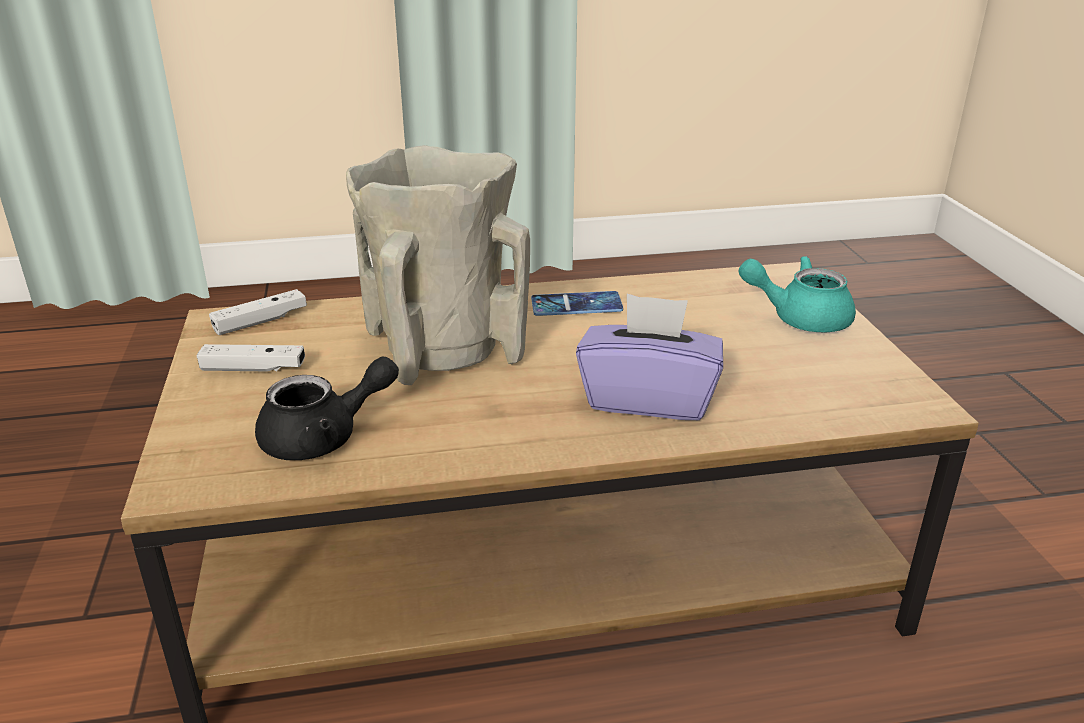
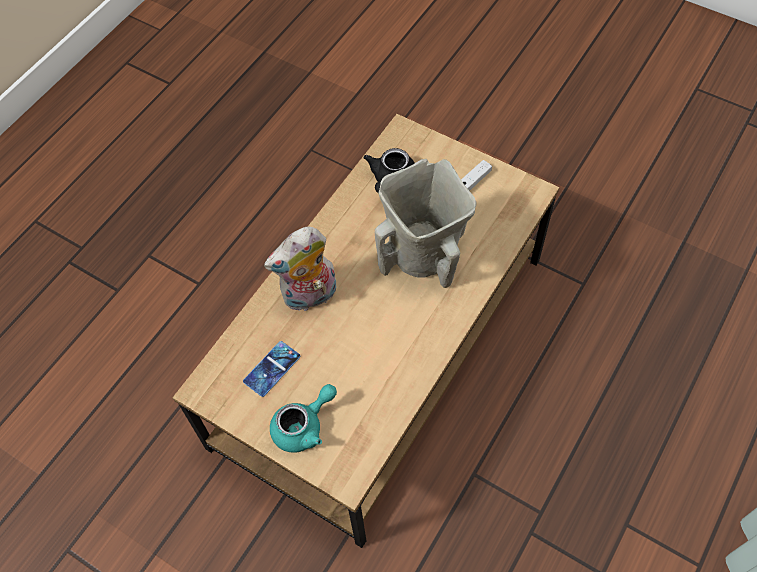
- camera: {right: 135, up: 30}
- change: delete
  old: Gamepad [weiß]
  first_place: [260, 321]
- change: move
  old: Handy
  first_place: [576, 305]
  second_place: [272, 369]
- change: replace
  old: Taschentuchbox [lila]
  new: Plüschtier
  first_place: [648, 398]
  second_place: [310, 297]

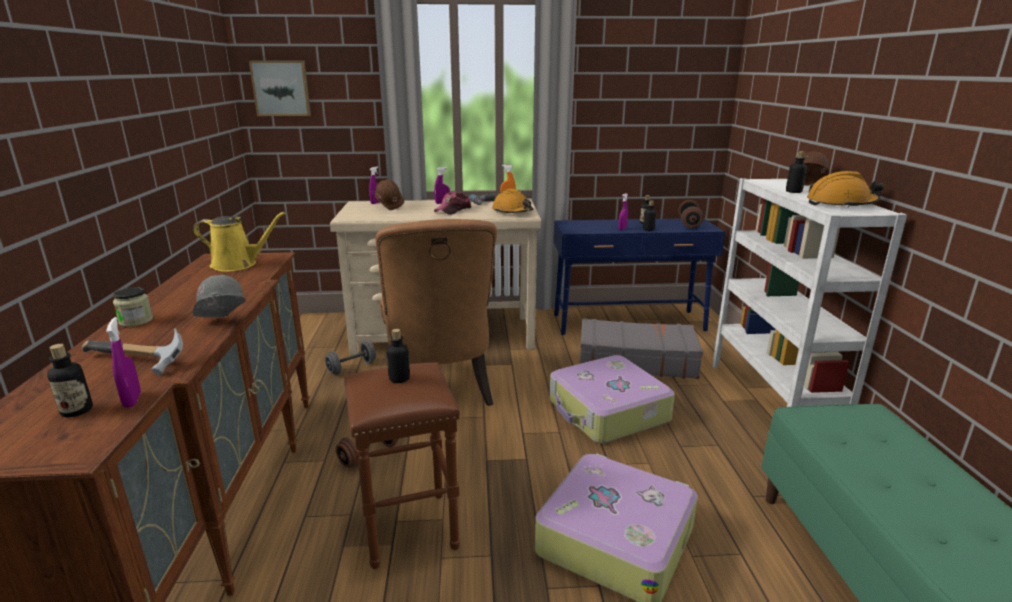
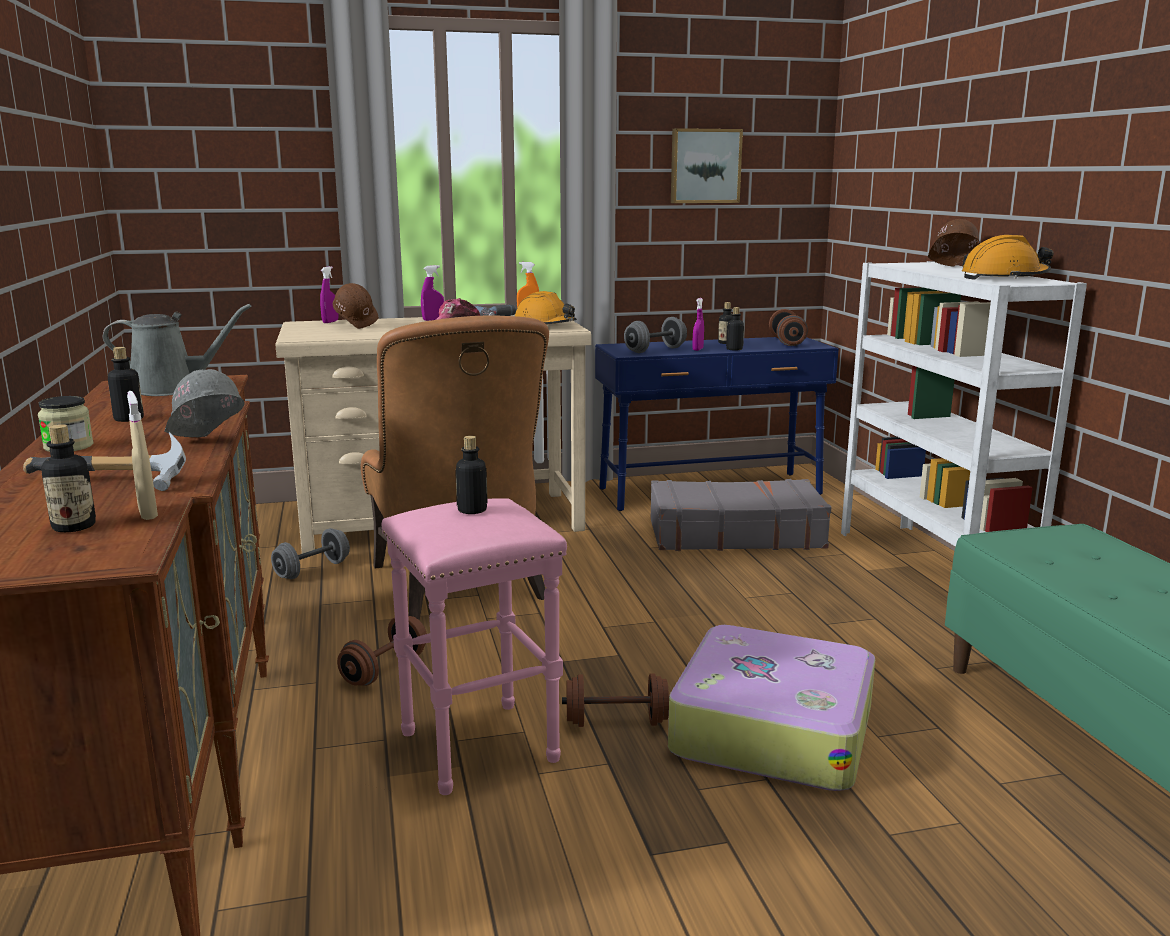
- camera: {right: -10, up: -5}
- change: delete
  old: Koffer
  first_place: [607, 412]
- change: insert
  new: Hantel [braun]
  second_place: [616, 722]
- change: insert
  new: Hantel [grau]
  second_place: [655, 350]
- change: move
  old: Bild
  first_place: [281, 88]
  second_place: [705, 166]
- change: move
  old: Flasche
  first_place: [793, 191]
  second_place: [129, 419]
- change: recolor
  old: Sprühflasche [lila]
  new: Sprühflasche [beige]
  first_place: [132, 400]
  second_place: [148, 513]
- change: recolor
  old: Gießkanne [gelb]
  new: Gießkanne [grau]
  first_place: [238, 265]
  second_place: [172, 389]
- change: recolor
  old: Hocker [braun]
  new: Hocker [rosa]
  first_place: [411, 526]
  second_place: [480, 743]

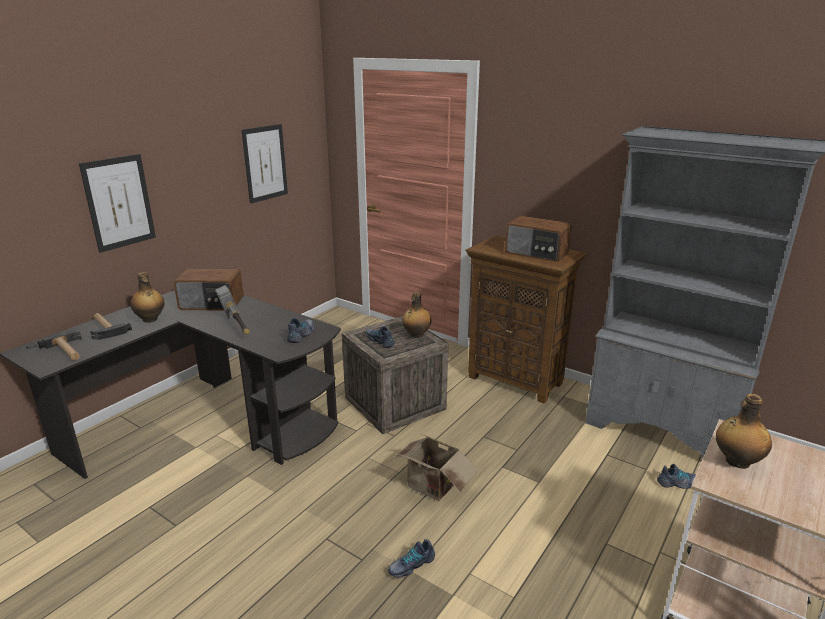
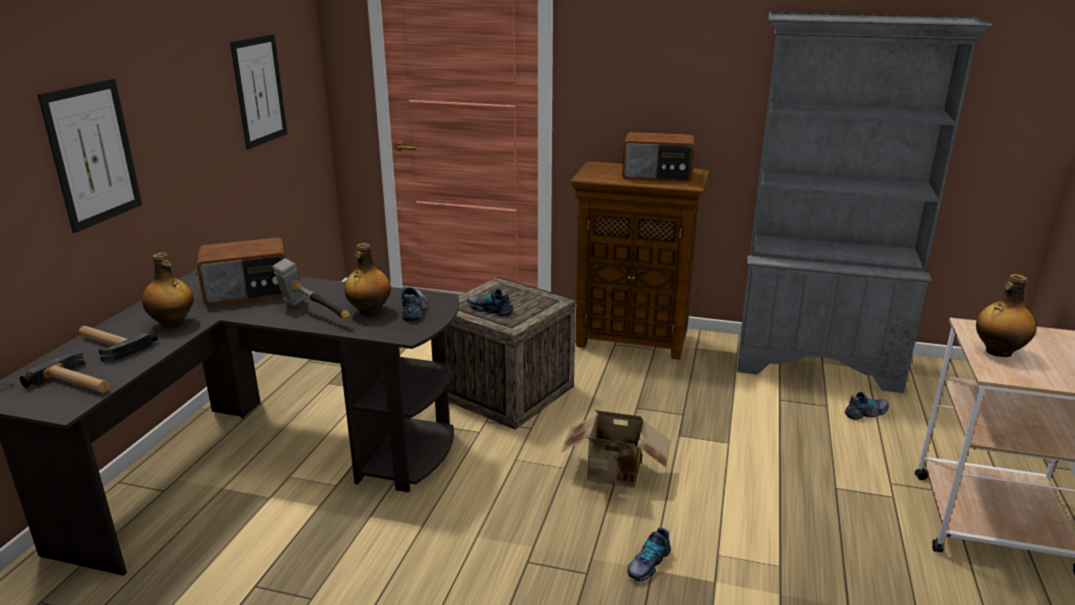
- camera: {right: -20, up: 0}
- change: move
  old: Flasche
  first_place: [416, 335]
  second_place: [369, 312]

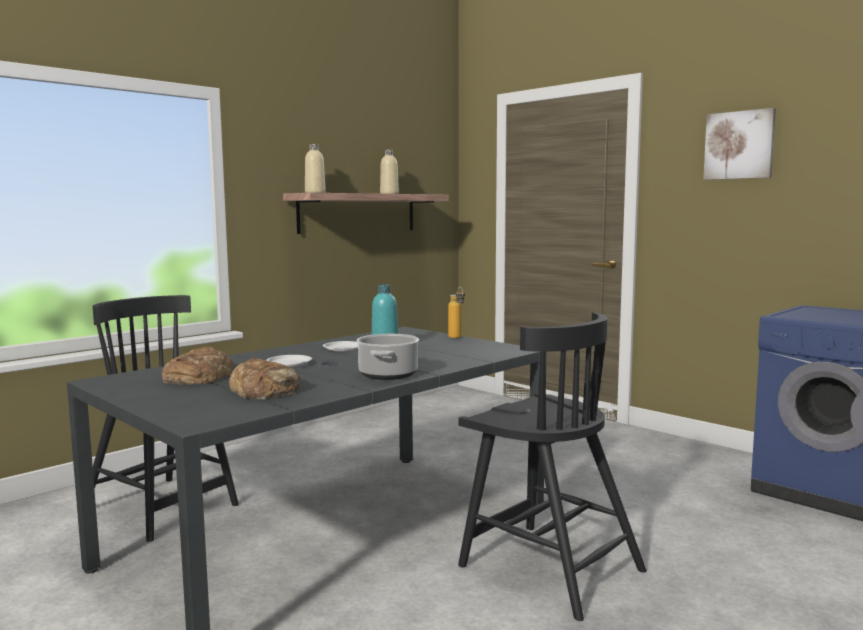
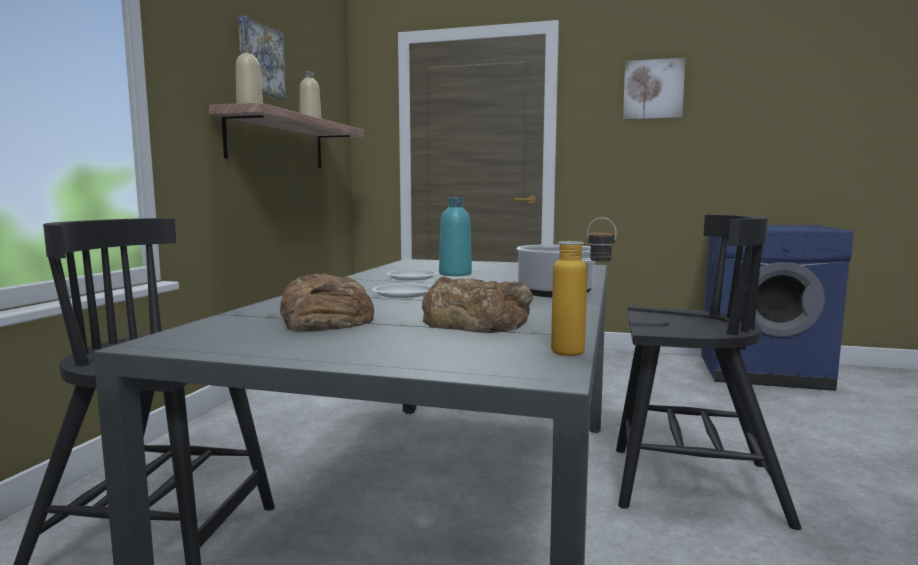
- camera: {right: -30, up: 0}
- change: insert
  new: Bild
  second_place: [260, 60]
- change: move
  old: Flasche
  first_place: [457, 338]
  second_place: [581, 354]

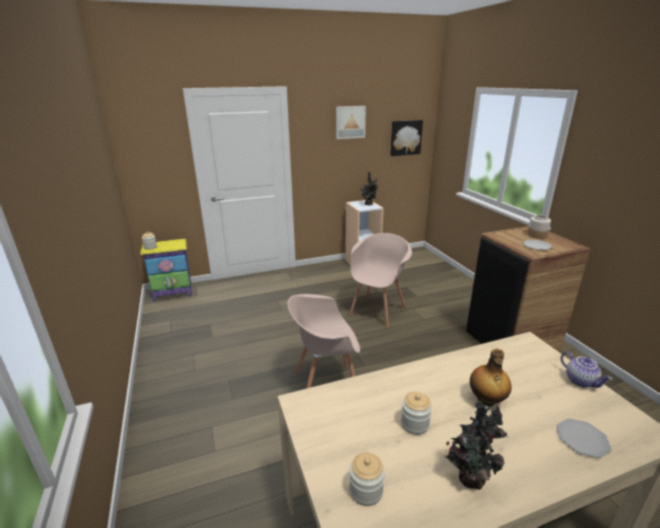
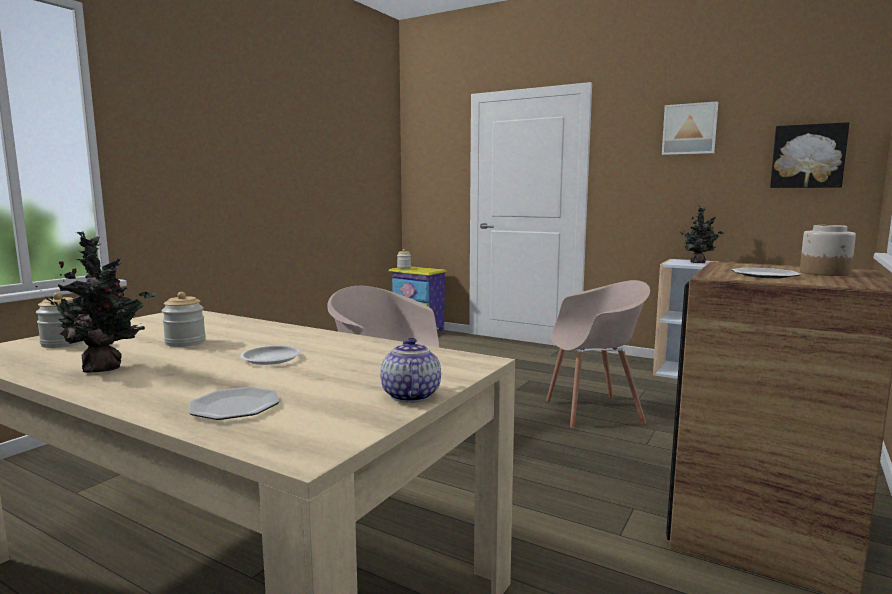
- camera: {right: 50, up: -15}
- change: replace
  old: Flasche
  new: Teller [weiß]
  first_place: [486, 400]
  second_place: [271, 359]
- change: rotate
  old: Teekanne
  first_place: [581, 381]
  second_place: [409, 395]
  degrees: 150

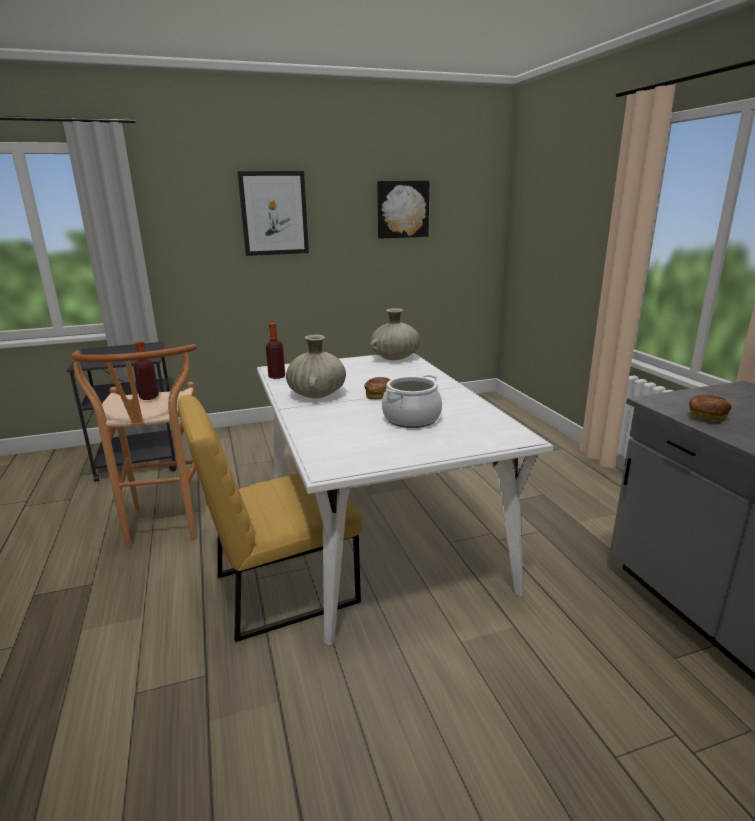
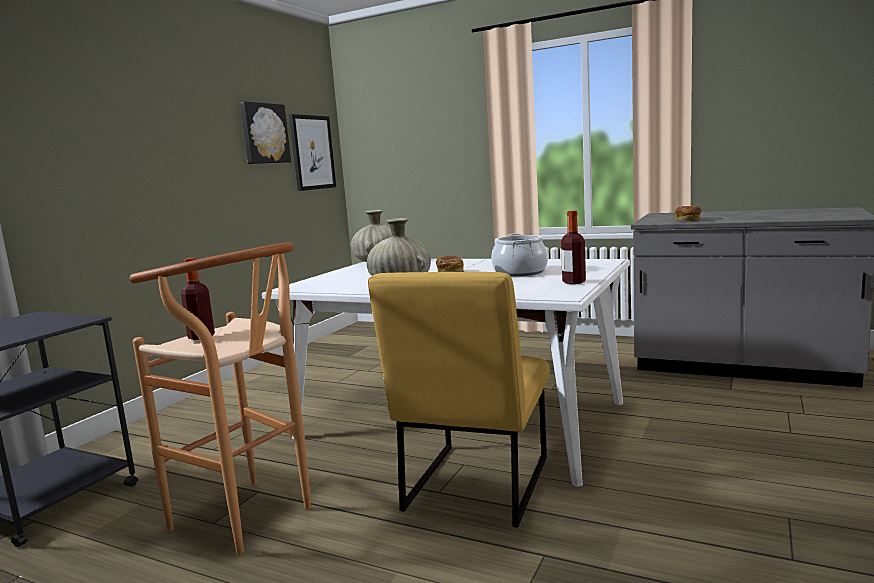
- camera: {right: -45, up: -10}
- change: move
  old: Bild
  first_place: [274, 213]
  second_place: [312, 152]
- change: move
  old: Flasche
  first_place: [277, 376]
  second_place: [574, 282]

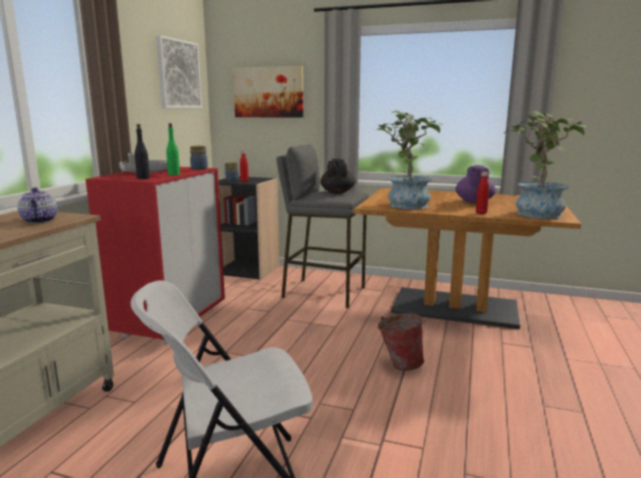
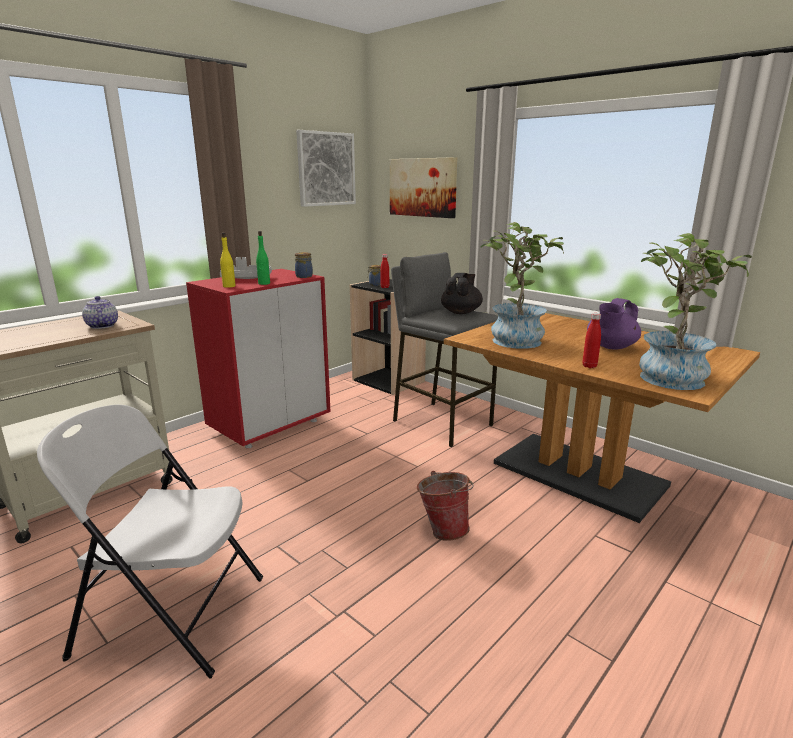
- camera: {right: 25, up: 5}
- change: recolor
  old: Flasche [schwarz]
  new: Flasche [gelb]
  first_place: [143, 178]
  second_place: [229, 286]
- change: rotate
  old: Teekanne
  first_place: [40, 221]
  second_place: [102, 326]
  degrees: 150

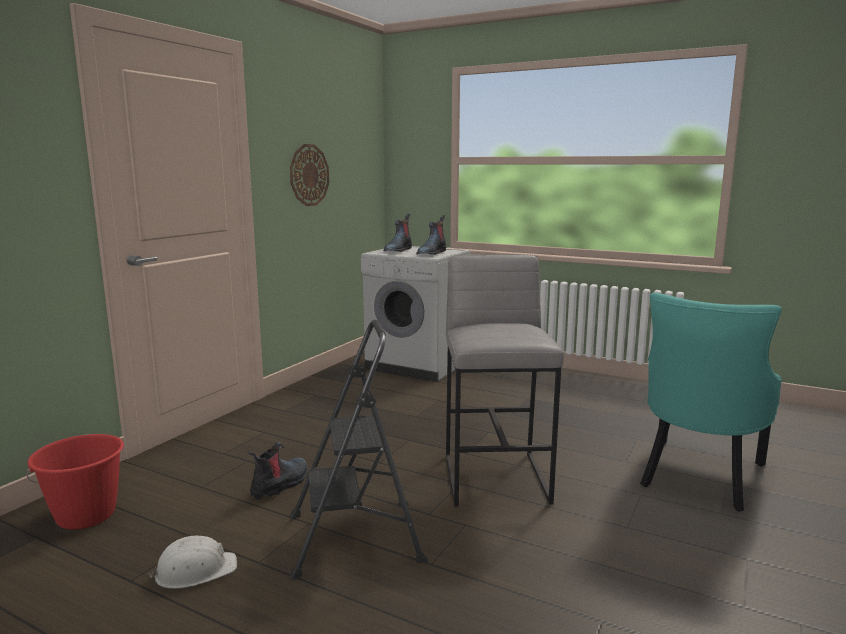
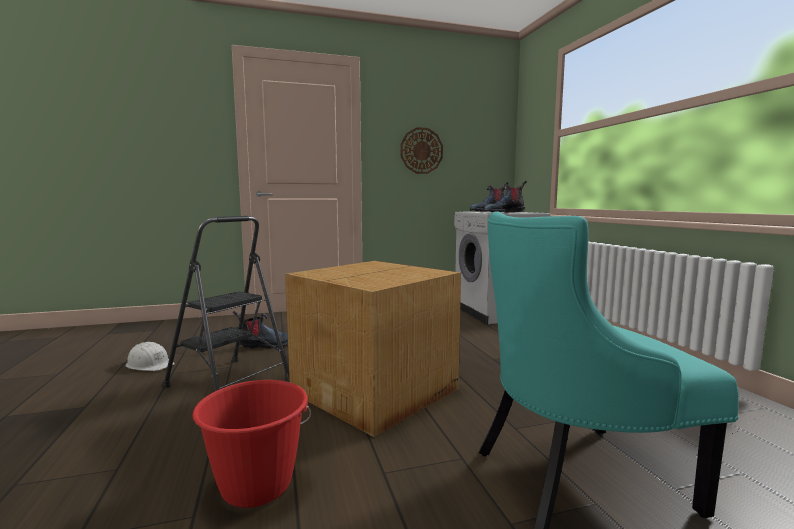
- camera: {right: 45, up: -5}
- change: move
  old: Eimer [rot]
  first_place: [86, 516]
  second_place: [256, 486]
- change: replace
  old: Hocker [grau]
  new: Karton
  first_place: [495, 477]
  second_place: [377, 390]

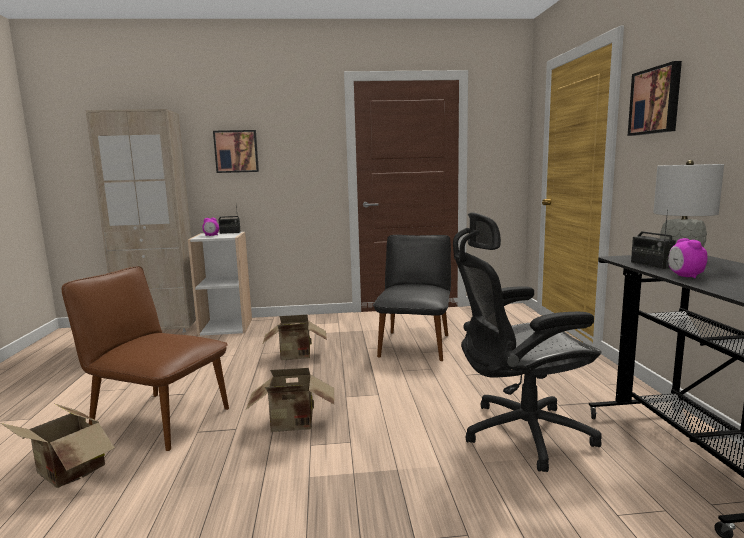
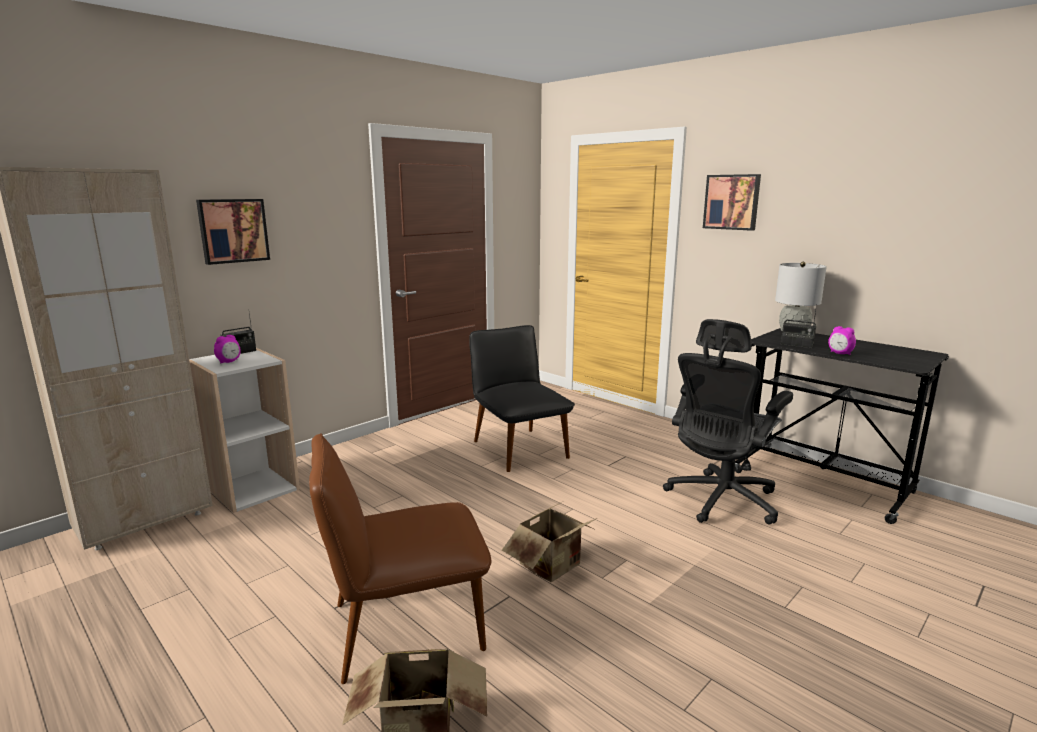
- camera: {right: -40, up: 5}
- change: delete
  old: Karton
  first_place: [296, 356]

